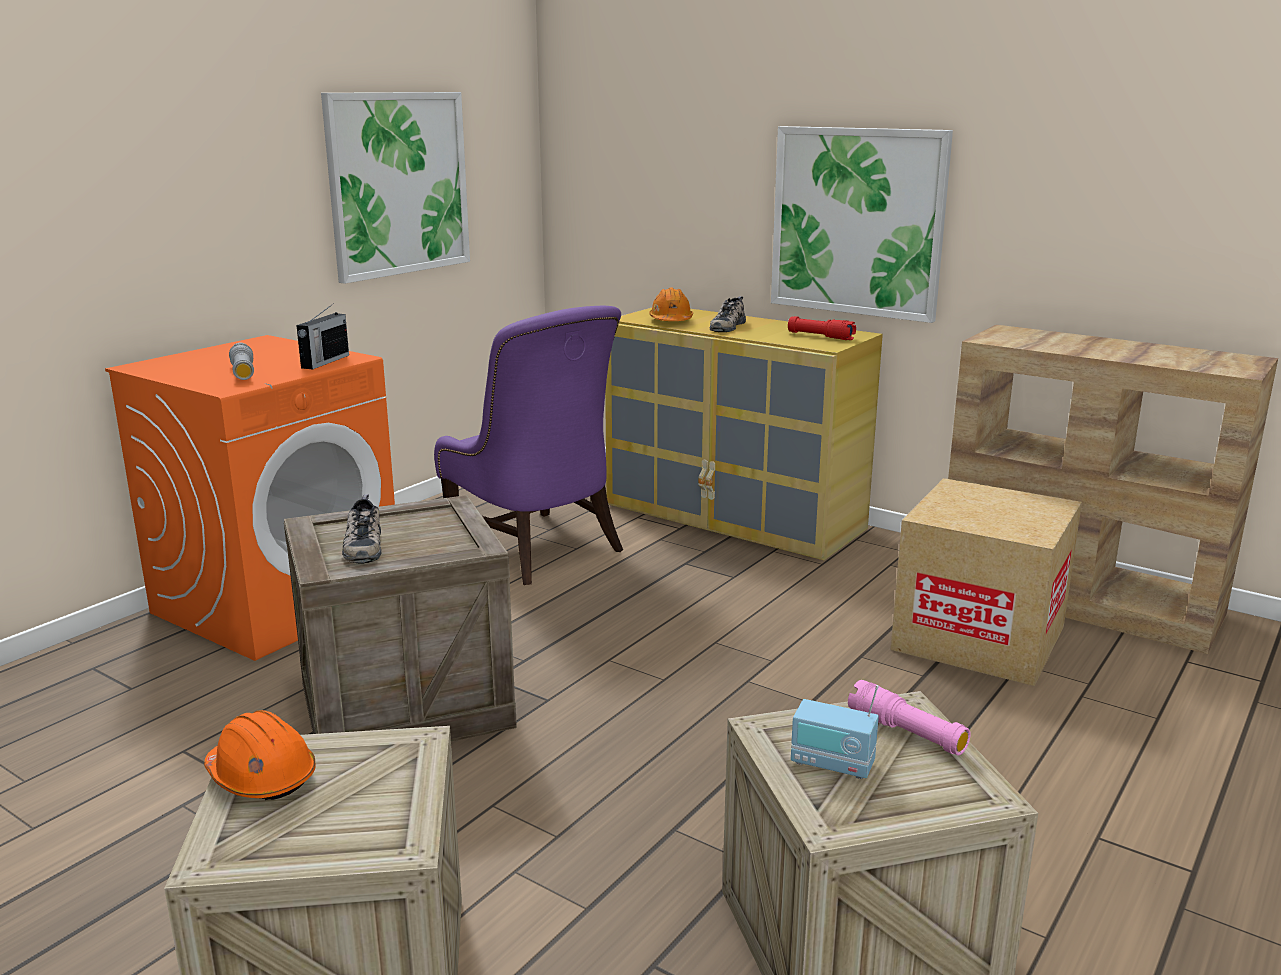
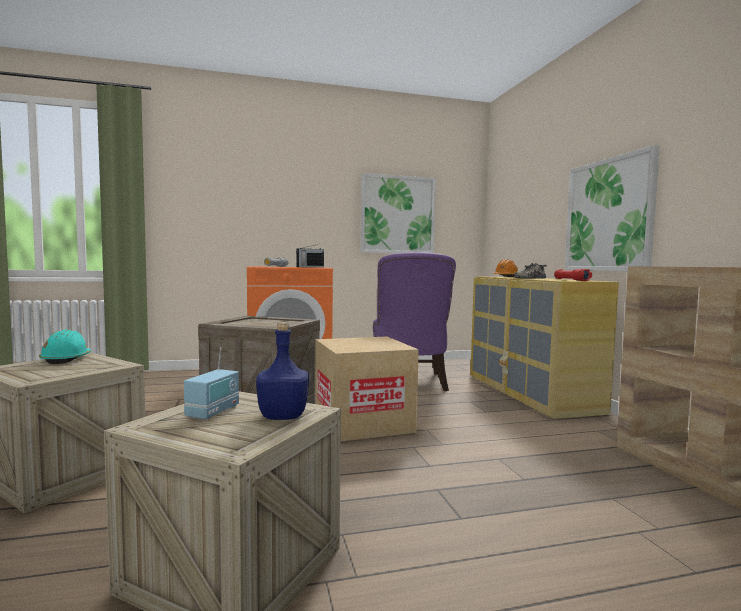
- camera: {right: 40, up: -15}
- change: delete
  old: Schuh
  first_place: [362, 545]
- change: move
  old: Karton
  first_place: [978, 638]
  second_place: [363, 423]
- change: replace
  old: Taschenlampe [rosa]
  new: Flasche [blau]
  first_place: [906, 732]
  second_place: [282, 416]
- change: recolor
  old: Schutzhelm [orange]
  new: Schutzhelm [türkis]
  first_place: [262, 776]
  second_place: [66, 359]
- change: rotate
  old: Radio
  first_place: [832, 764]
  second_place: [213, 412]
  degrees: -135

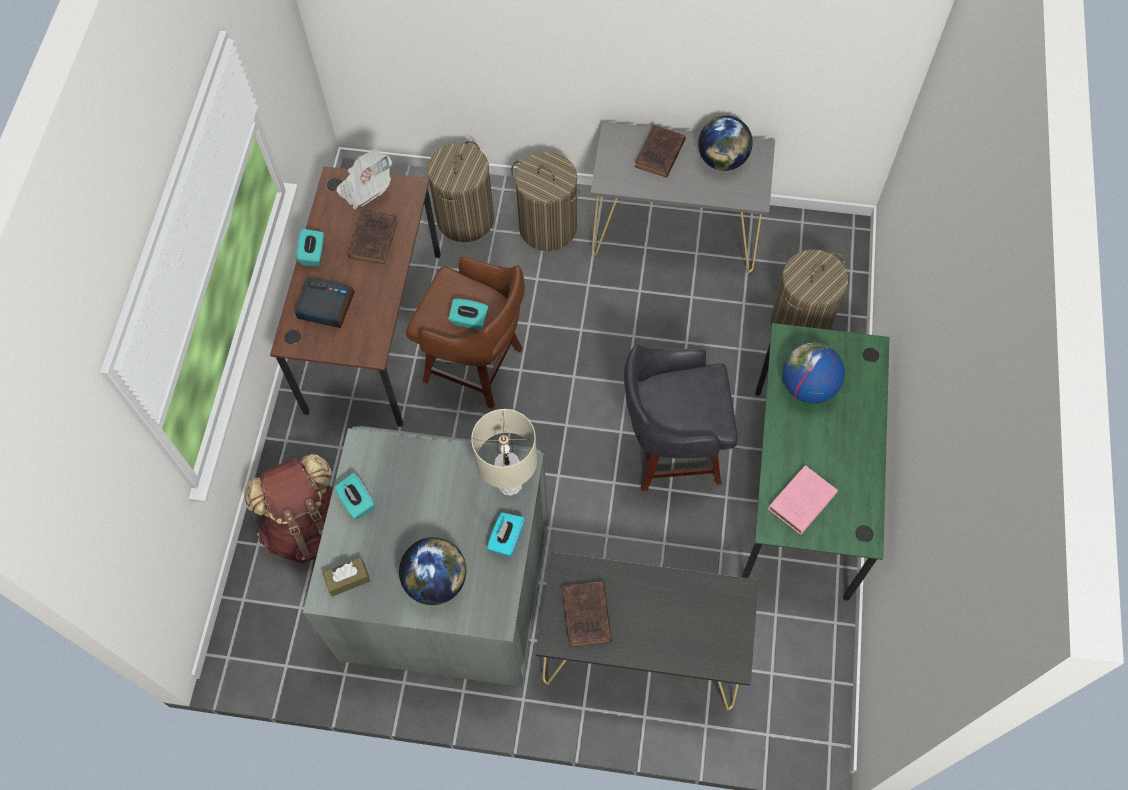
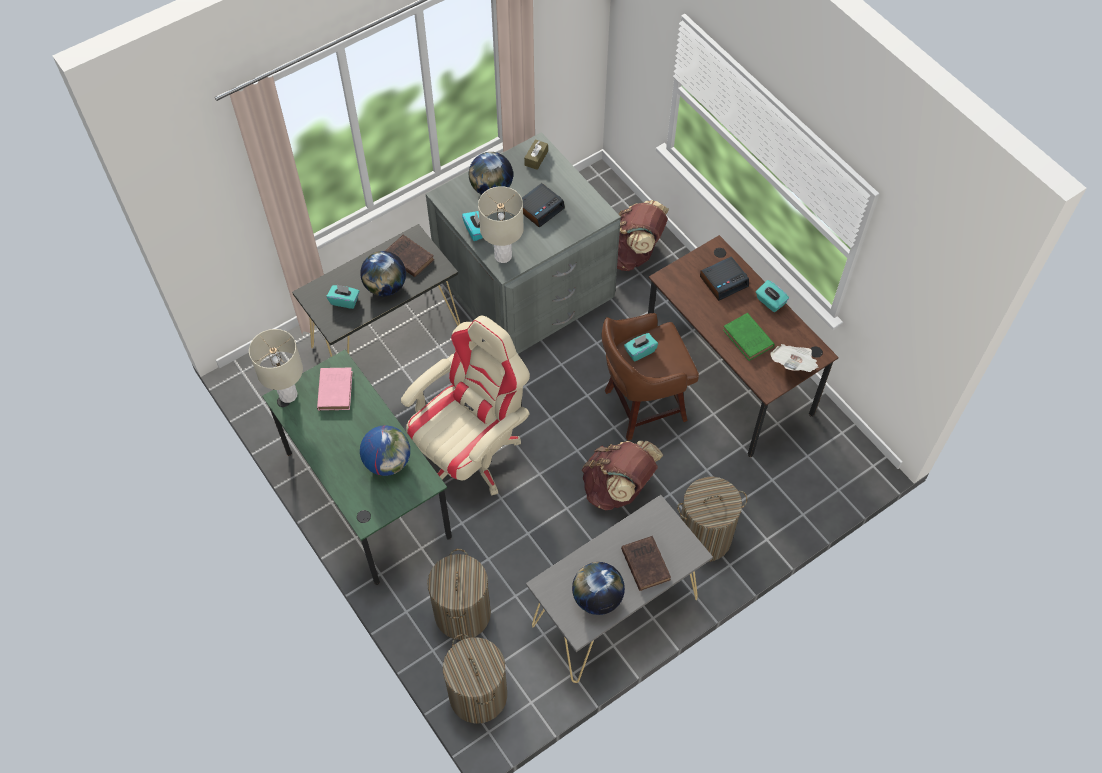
- camera: {right: 135, up: -5}
- change: insert
  new: Tischlampe [beige]
  second_place: [288, 395]
- change: insert
  new: Globus
  second_place: [385, 287]
- change: insert
  new: Wecker
  second_place: [540, 208]
- change: insert
  new: Rucksack [braun]
  second_place: [618, 489]
- change: move
  old: Taschentuchbox [türkis]
  first_place: [357, 502]
  second_place: [344, 301]
- change: move
  old: Wäschekorb
  first_place: [465, 219]
  second_place: [478, 695]
- change: replace
  old: Hocker [grau]
  new: Bürostuhl [beige]
  first_place: [671, 452]
  second_place: [470, 453]
- change: recolor
  old: Buch [braun]
  new: Buch [grün]
  first_place: [374, 238]
  second_place: [748, 339]

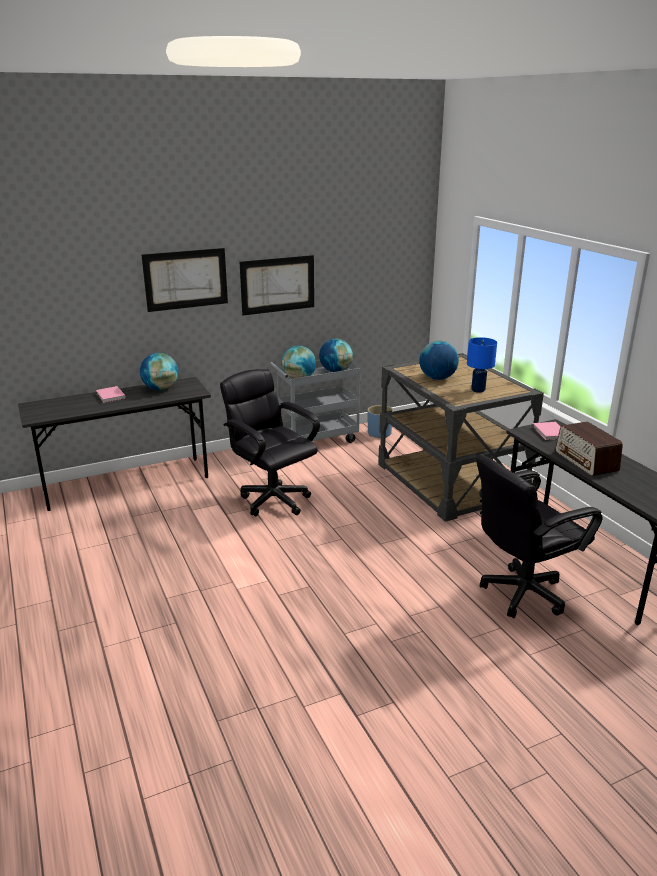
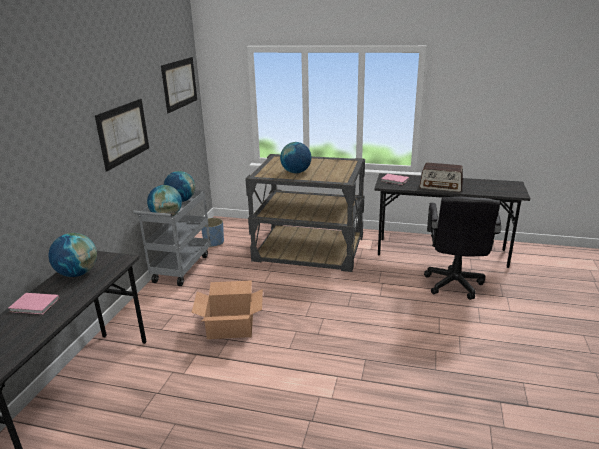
- camera: {right: -50, up: 0}
- change: delete
  old: Tischlampe [blau]
  first_place: [478, 391]
- change: move
  old: Bild
  first_place: [186, 279]
  second_place: [179, 84]
- change: replace
  old: Bürostuhl [schwarz]
  new: Karton
  first_place: [271, 500]
  second_place: [230, 325]

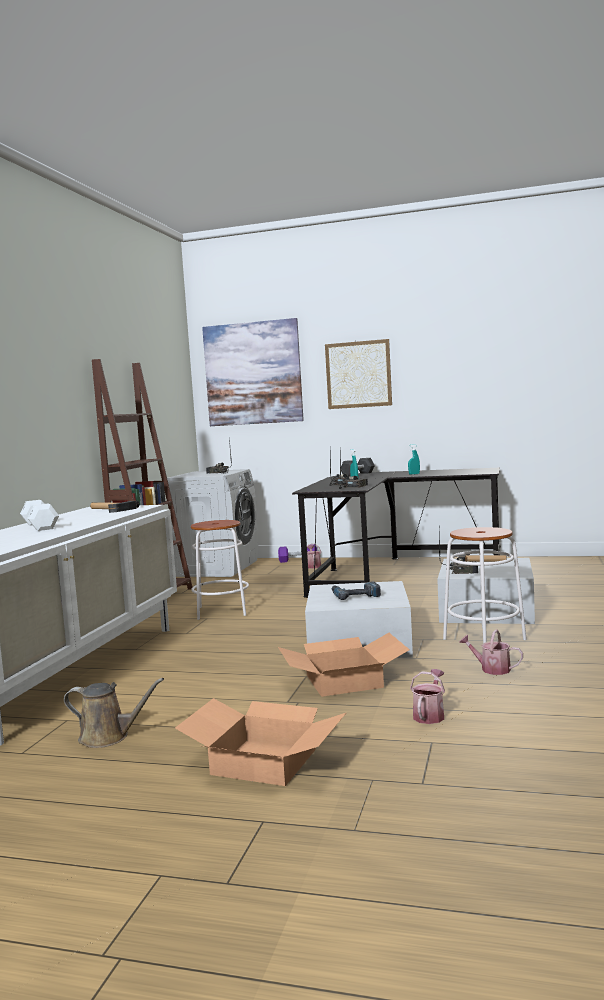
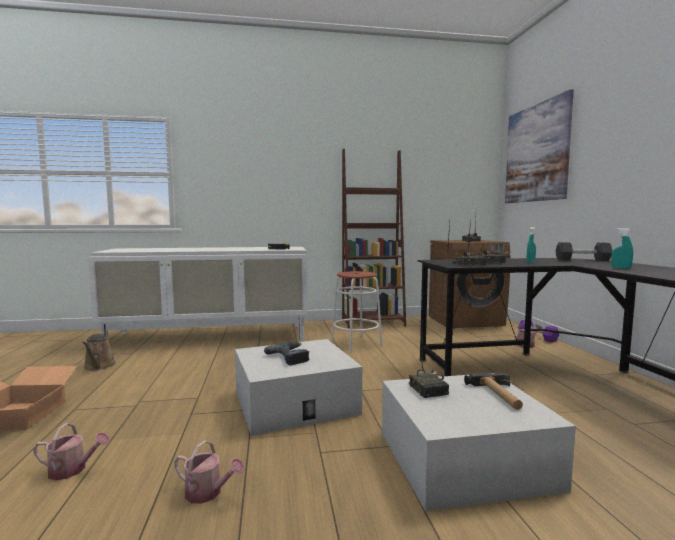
- camera: {right: 65, up: 0}
- change: delete
  old: Hantel [weiß]
  first_place: [40, 526]
- change: delete
  old: Karton
  first_place: [344, 681]
- change: delete
  old: Bild
  first_place: [358, 373]
- change: delete
  old: Hocker [weiß]
  first_place: [484, 639]
- change: recolor
  old: Waschmaschine [weiß]
  new: Waschmaschine [braun]
  first_place: [218, 570]
  second_place: [465, 322]
- change: rotate
  old: Gießkanne
  first_place: [491, 669]
  second_place: [208, 493]
  degrees: 105

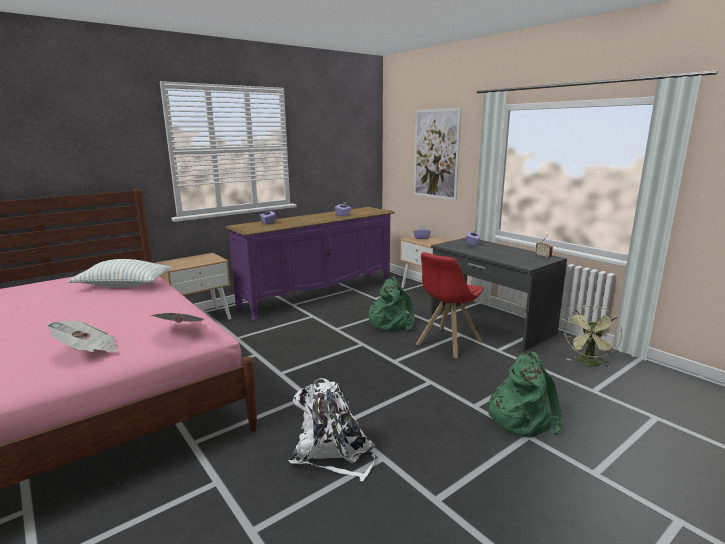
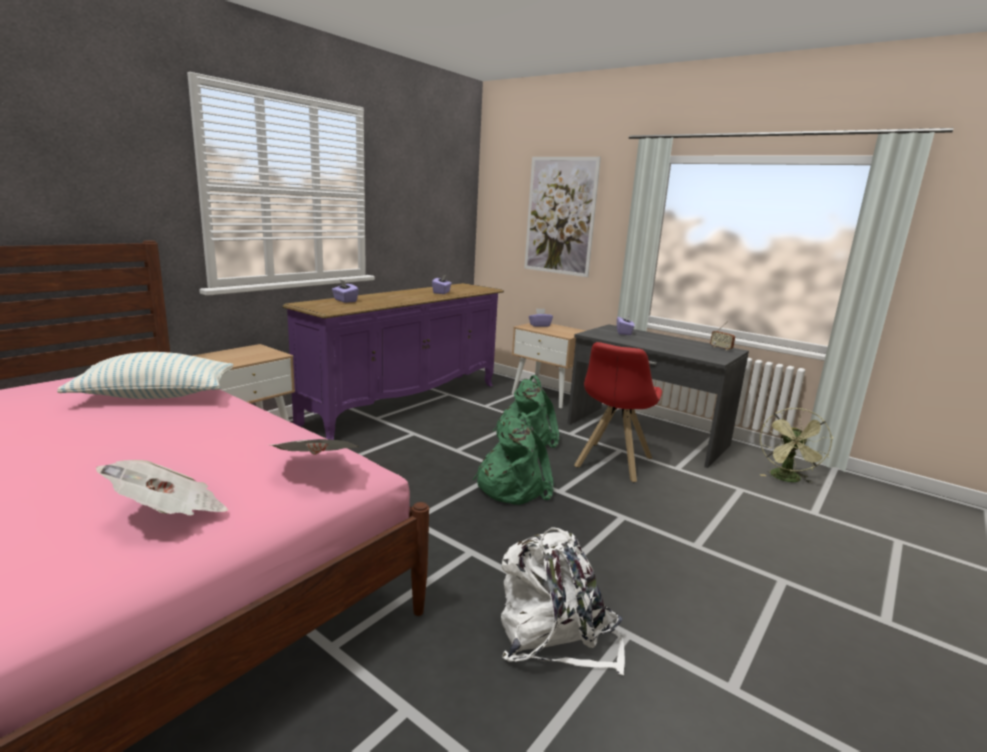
- camera: {right: -15, up: 0}
- change: move
  old: Rucksack [grün]
  first_place: [520, 417]
  second_place: [512, 487]

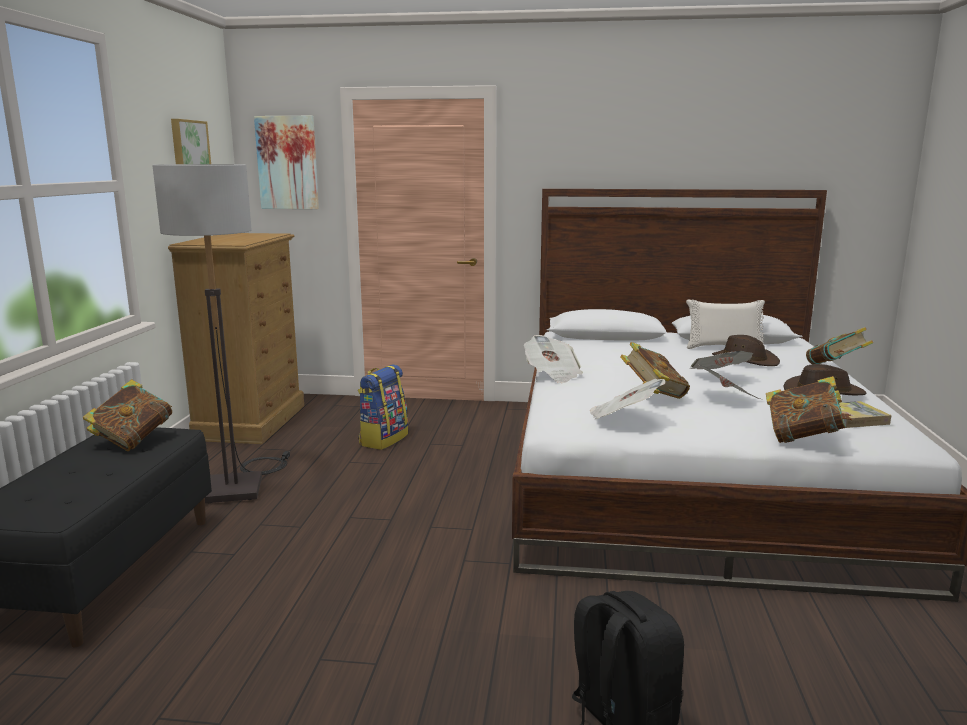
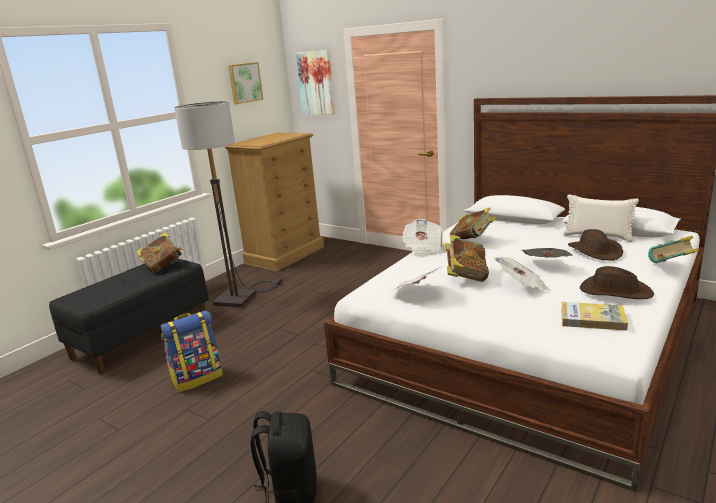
- camera: {right: 30, up: 5}
- change: move
  old: Rucksack
  first_place: [383, 439]
  second_place: [197, 378]
- change: move
  old: Buch
  first_place: [803, 438]
  second_place: [472, 241]

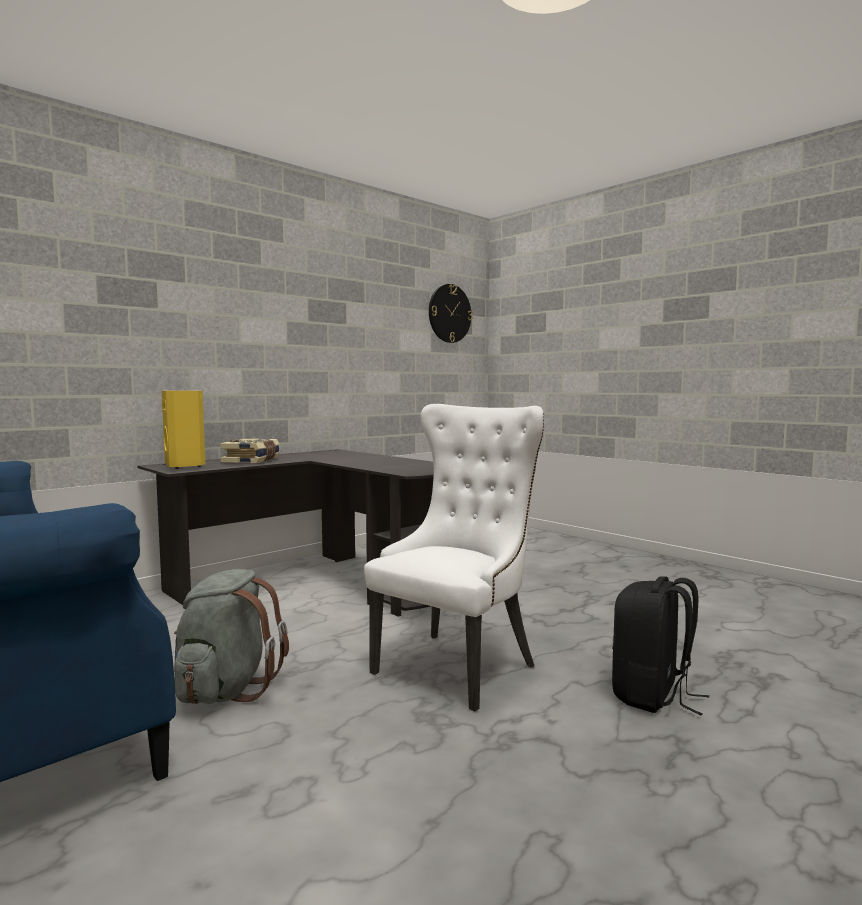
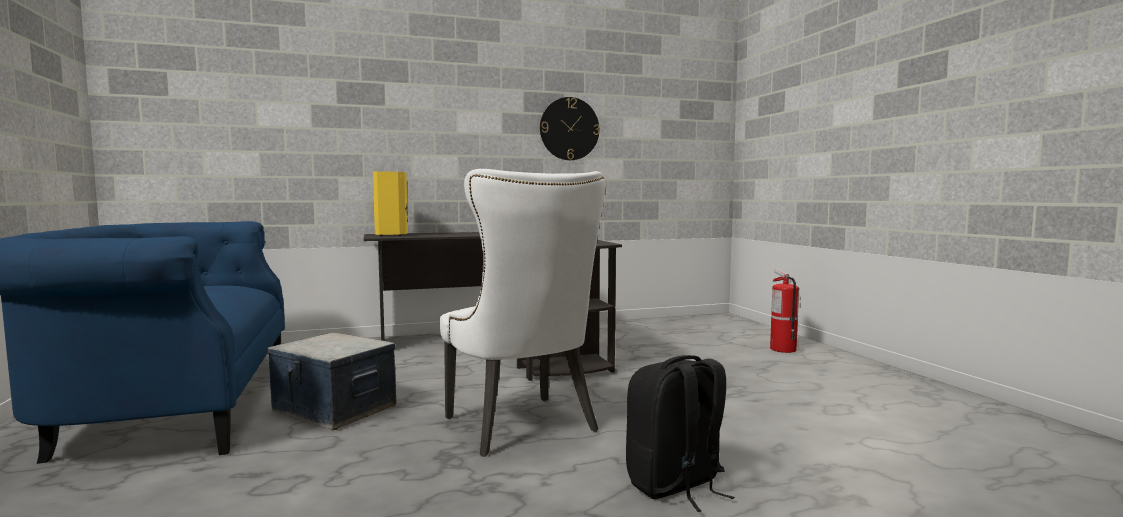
- camera: {right: 25, up: 0}
- change: delete
  old: Buch
  first_place: [252, 461]
- change: insert
  new: Feuerlöscher
  second_place: [782, 349]
- change: move
  old: Wanduhr
  first_place: [449, 313]
  second_place: [569, 129]
- change: replace
  old: Rucksack [grau]
  new: Aufbewahrungsbox
  first_place: [226, 689]
  second_place: [334, 409]
- change: rotate
  old: Stuhl [weiß]
  first_place: [455, 667]
  second_place: [521, 426]
  degrees: 90

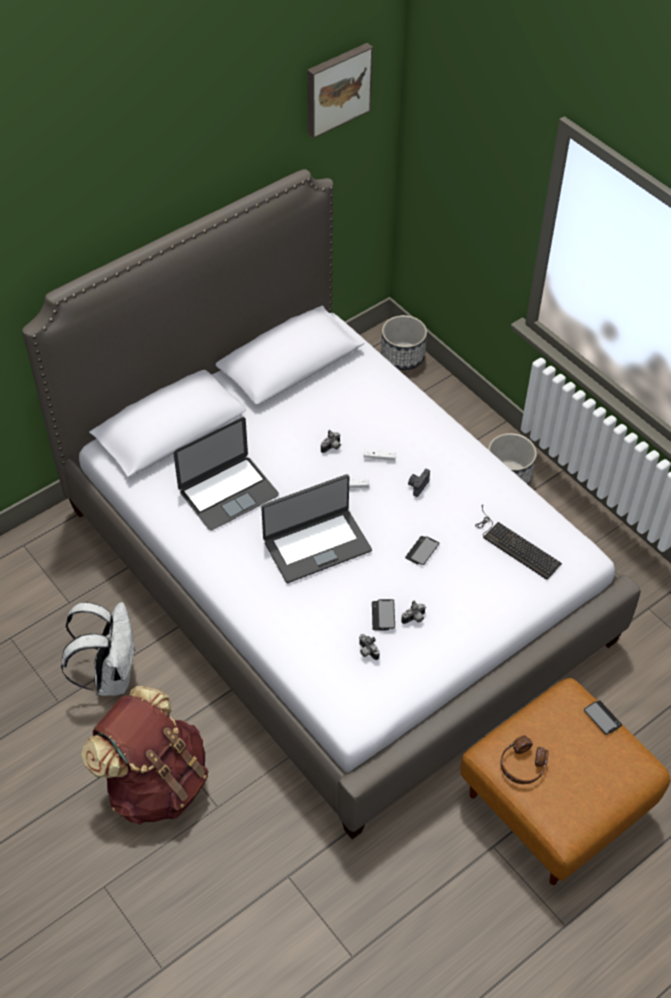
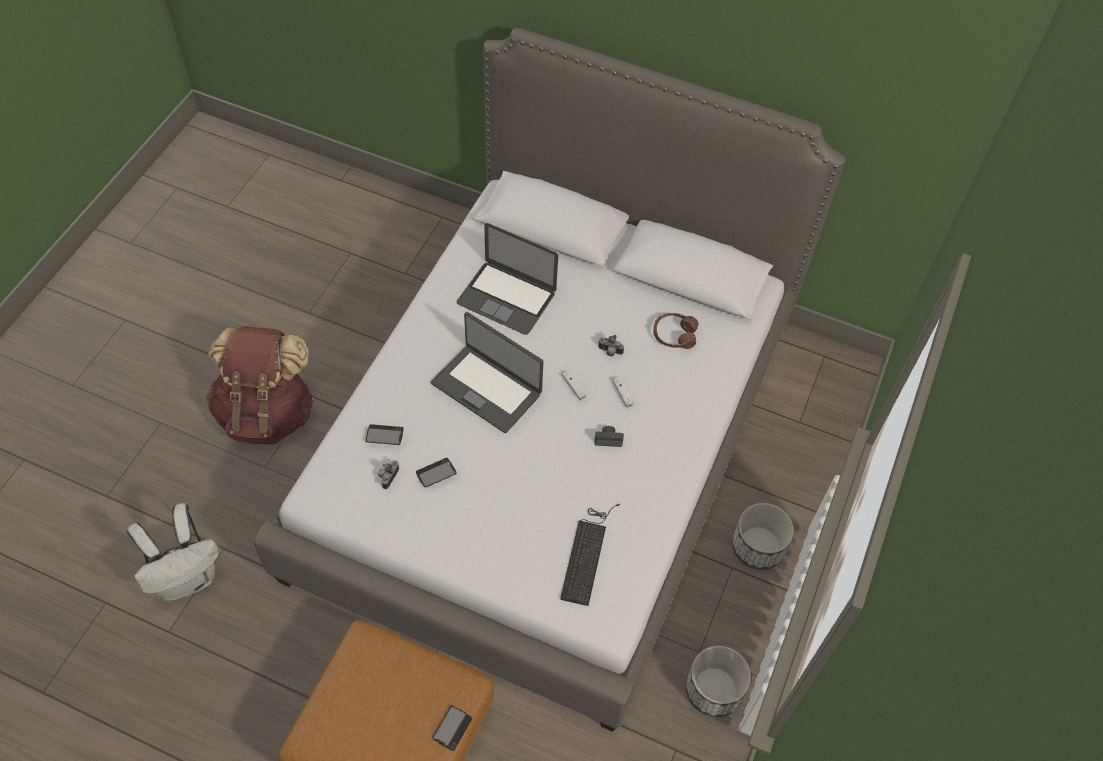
- camera: {right: 60, up: 5}
- change: delete
  old: Bild
  first_place: [337, 88]
- change: delete
  old: Kamera
  first_place: [414, 619]
- change: move
  old: Rucksack [weiß]
  first_place: [110, 675]
  second_place: [187, 578]
- change: move
  old: Pflanzkübel
  first_place: [402, 356]
  second_place: [714, 690]
- change: move
  old: Handy
  first_place: [422, 551]
  second_place: [384, 435]
- change: move
  old: Kopfhörer [braun]
  first_place: [522, 765]
  second_place: [674, 335]

